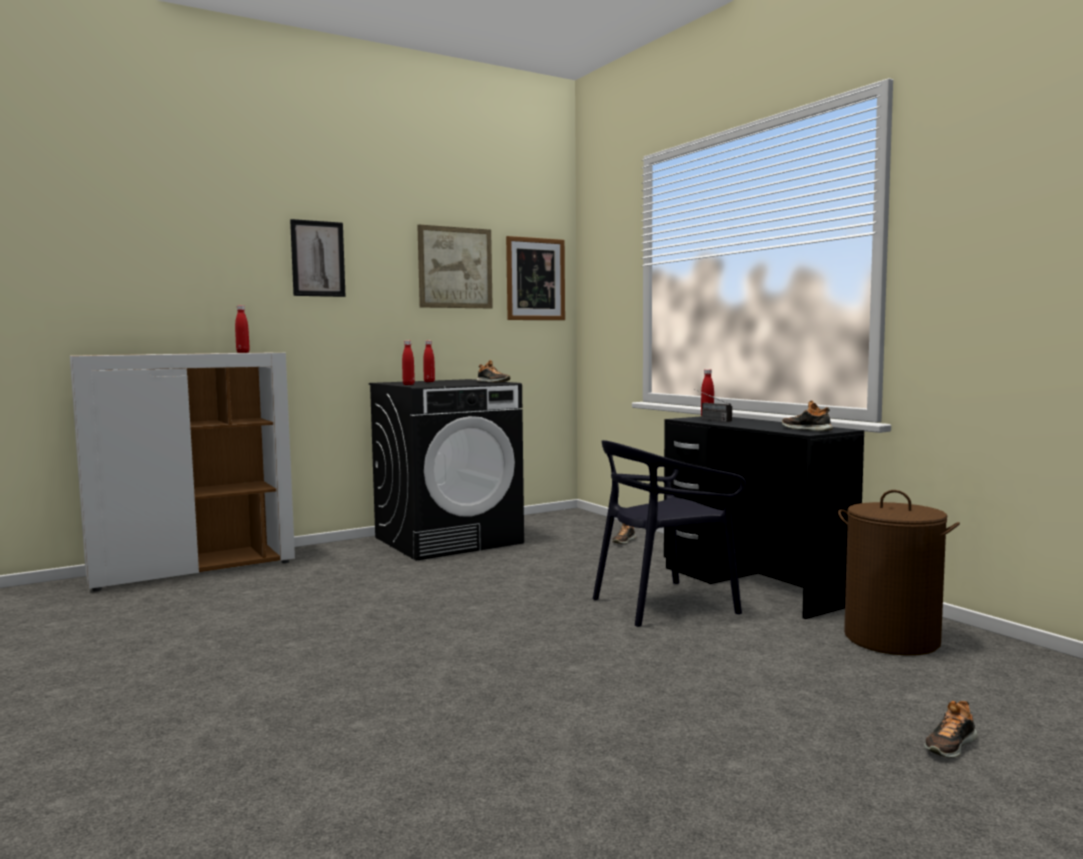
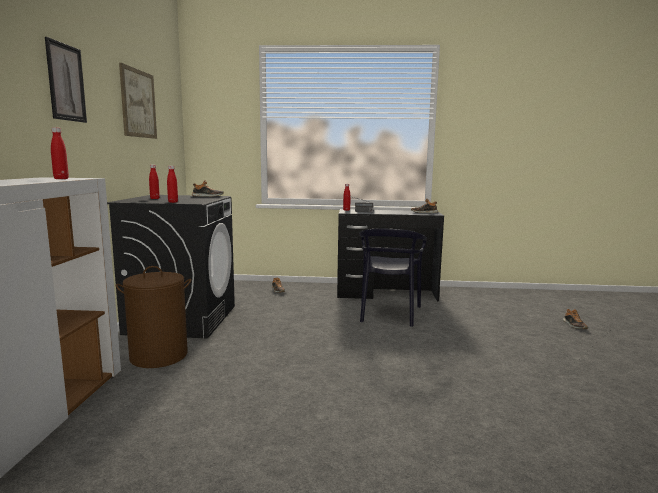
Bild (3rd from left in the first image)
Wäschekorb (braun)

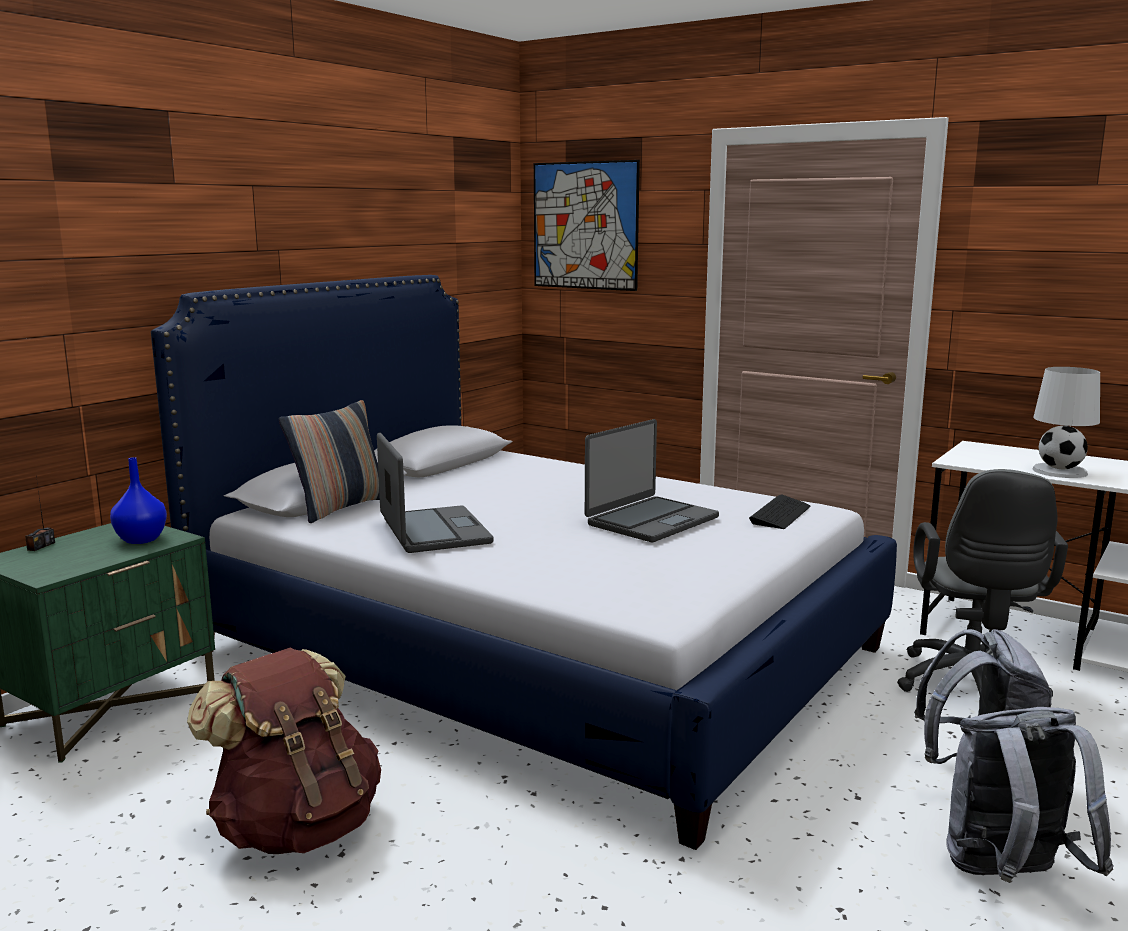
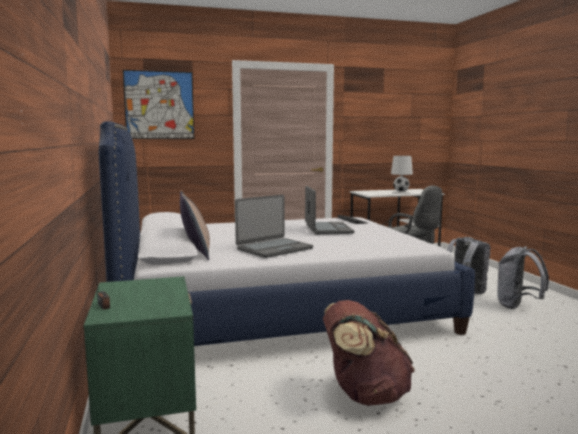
Laptop (1st from left)
Vase (blau)

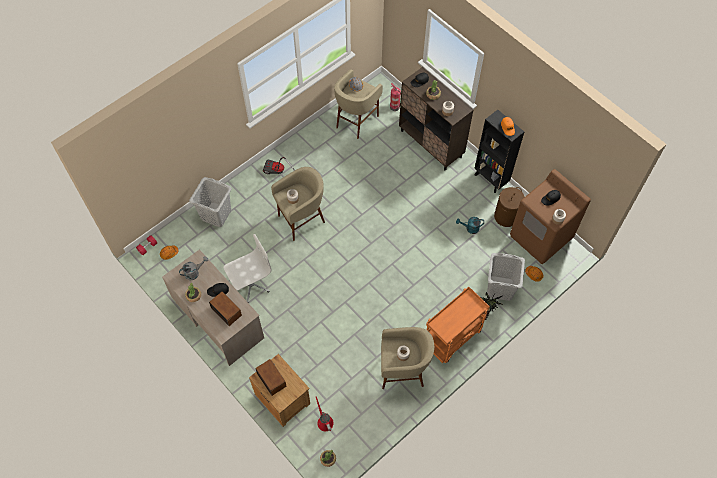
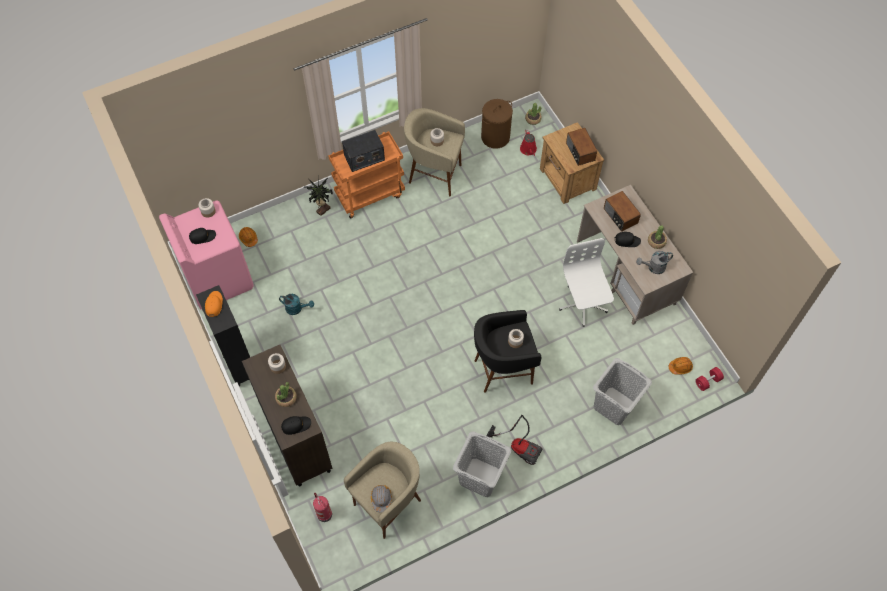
Hocker (schwarz)
Waschmaschine (rosa)
Wäschekorb (braun)
Bürostuhl (weiß)
Wäschekorb (grau) (1st from left)
Radio (1st from left)

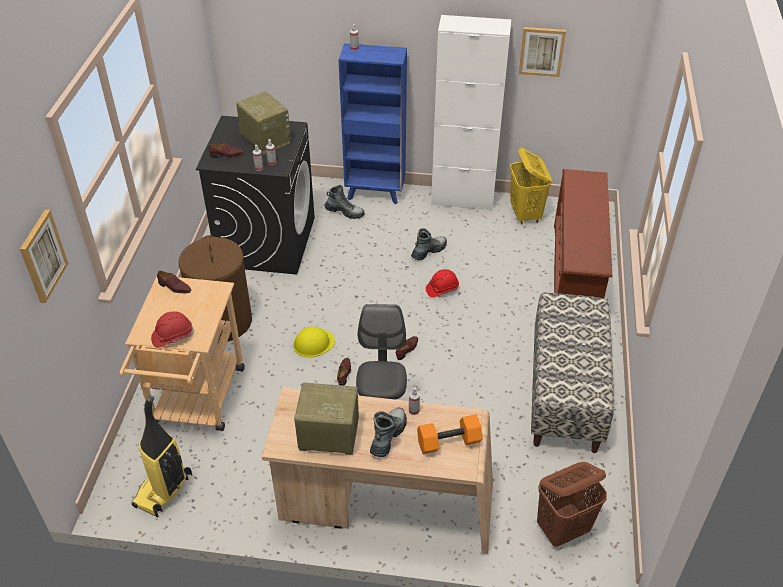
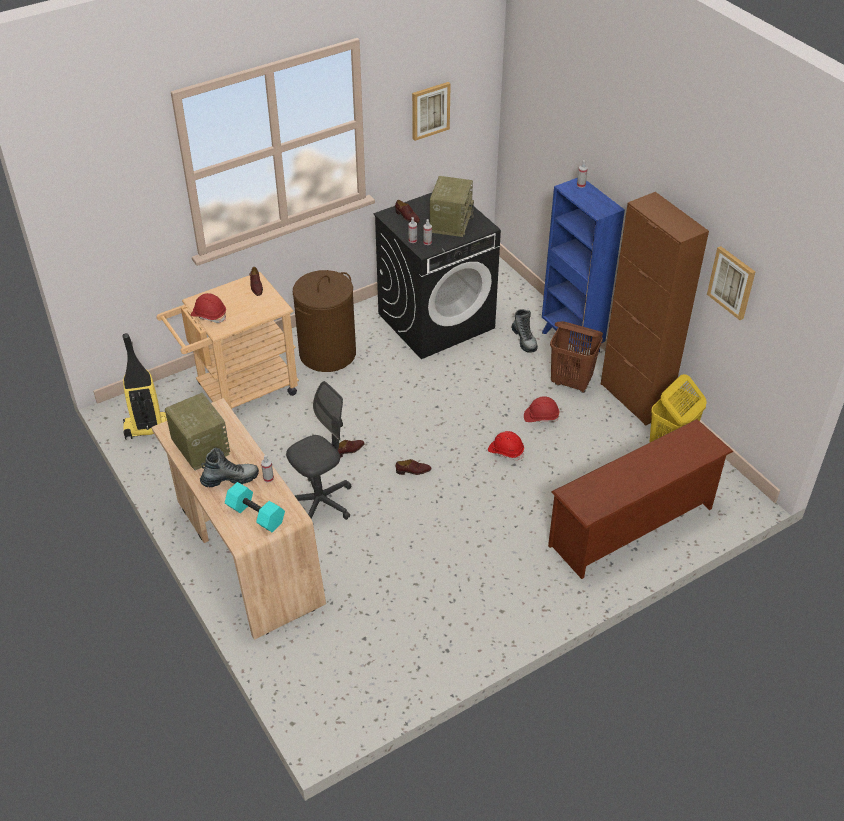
Schrank (braun)
Bild (1st from left)
Schutzhelm (rot) (3rd from left)
Bank
Schutzhelm (gelb)
Hantel (türkis)
Wäschekorb (braun) (2nd from left)

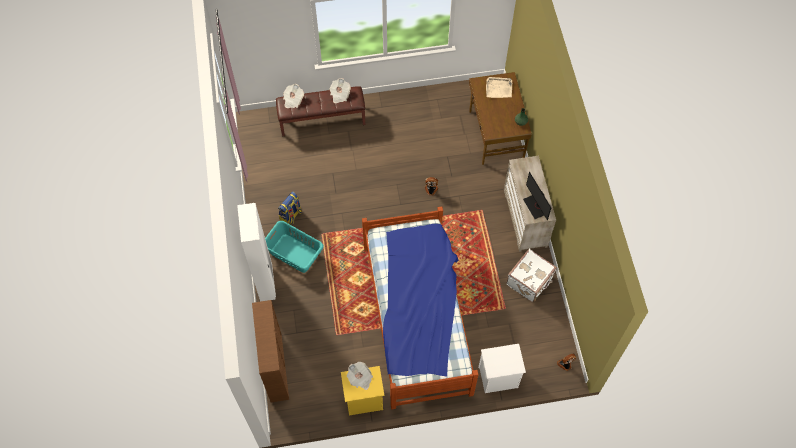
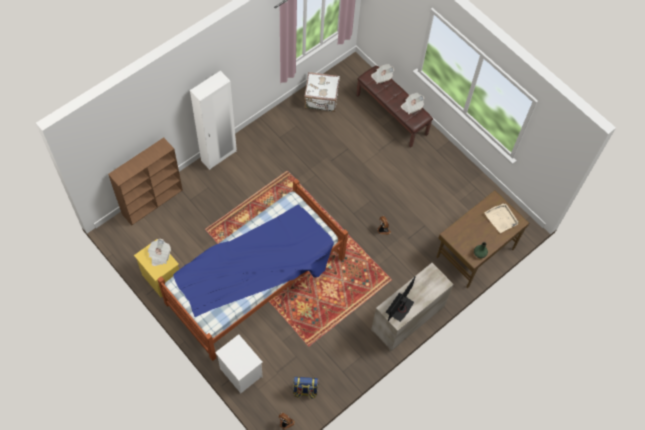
Rucksack
Wäschekorb (türkis)
Koffer (weiß)

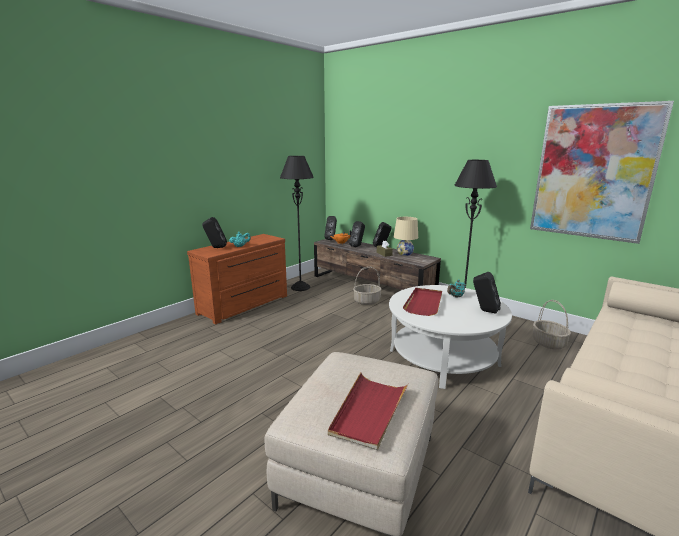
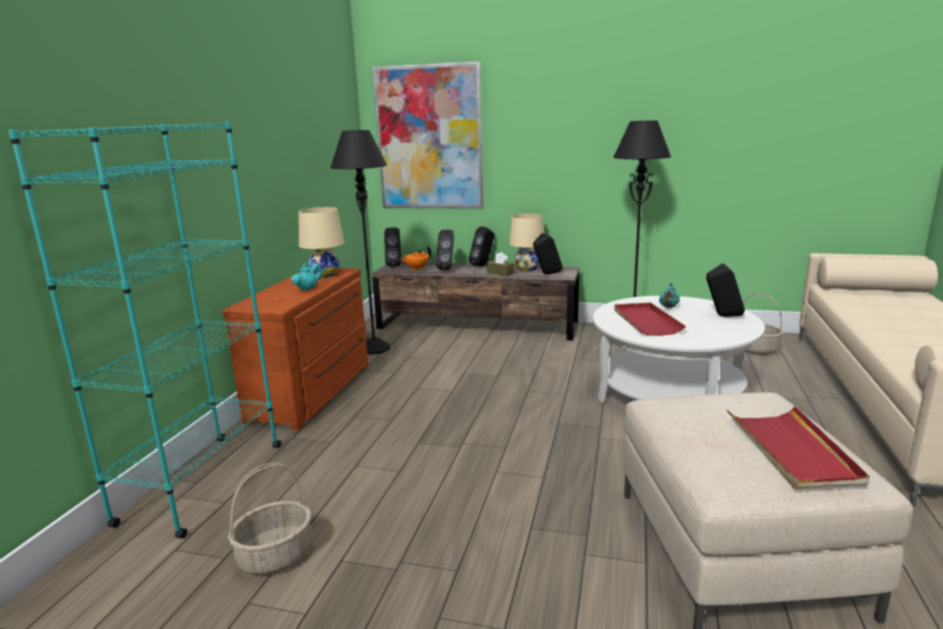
Bild
Lautsprecher (schwarz) (4th from left)
Korb (1st from left)
Bücherregal (türkis)
Tischlampe (beige) (1st from left)

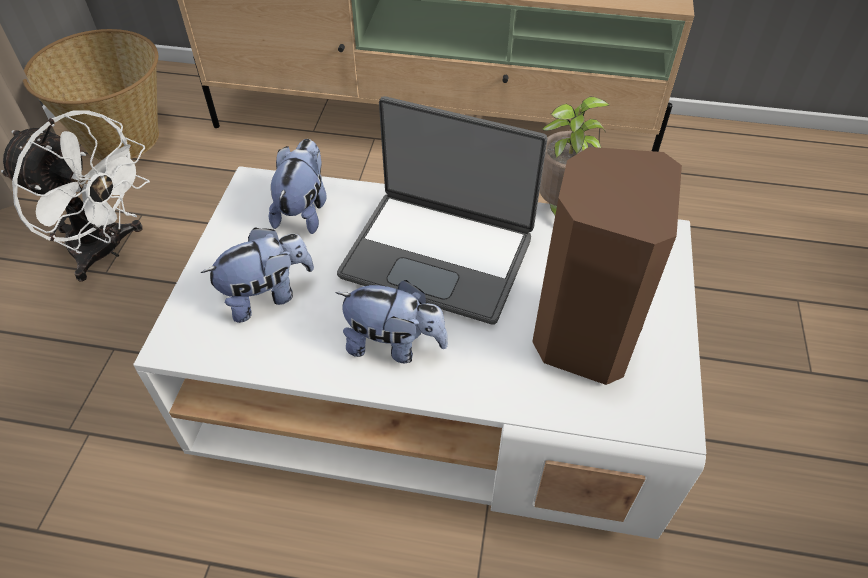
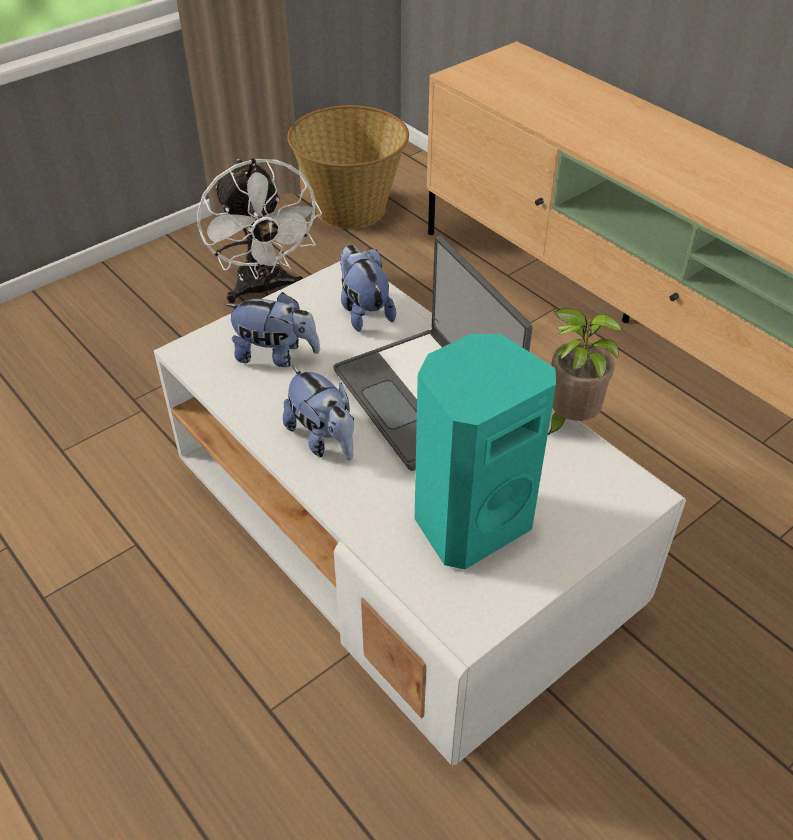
Plüschtier (3rd from left)
Lautsprecher (türkis)

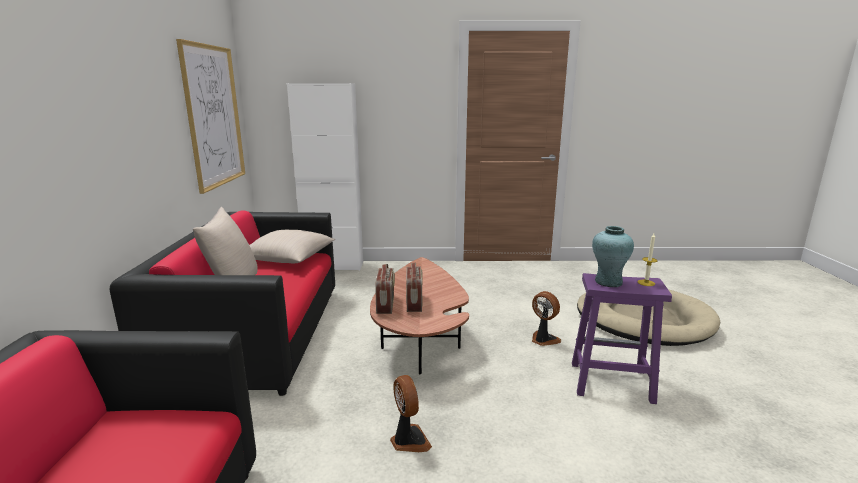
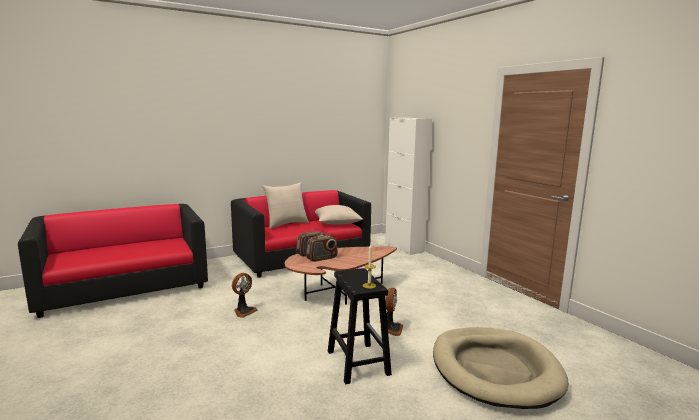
Bild
Vase (türkis)
Hocker (schwarz)

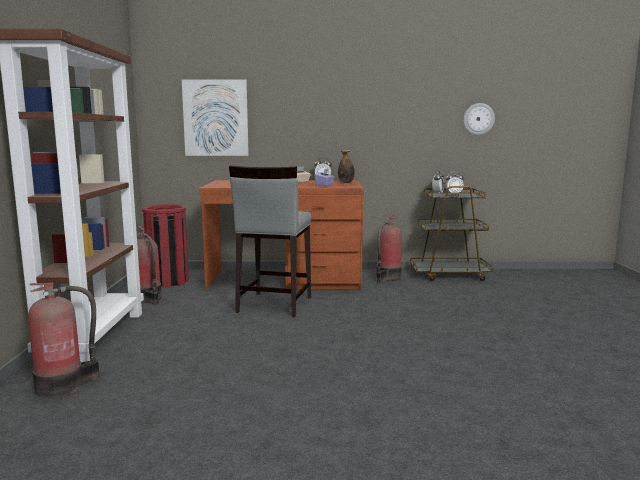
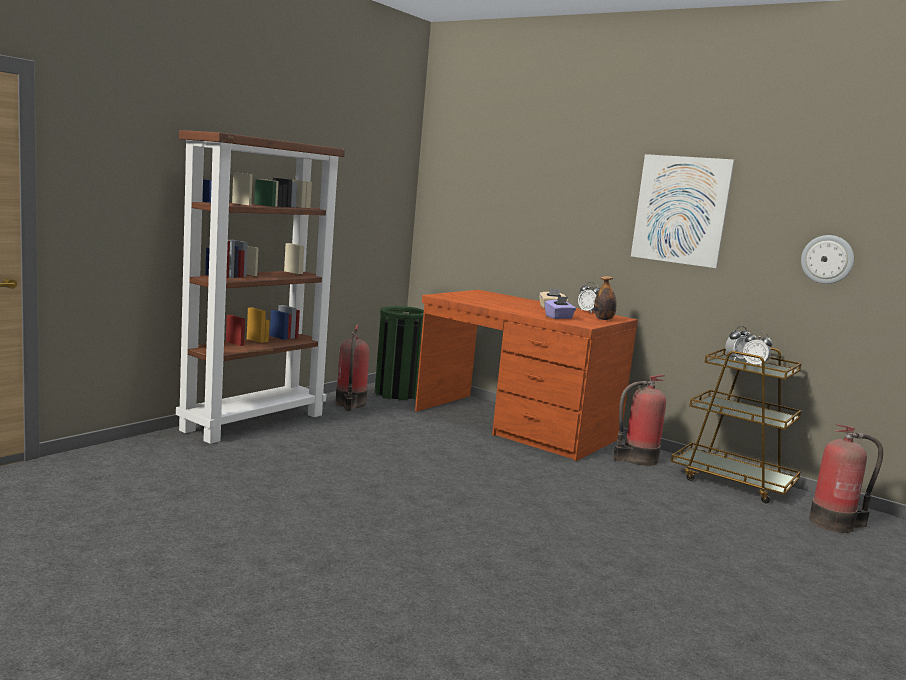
Bild
Hocker (grau)
Mülleimer (grün)
Feuerlöscher (3rd from left)

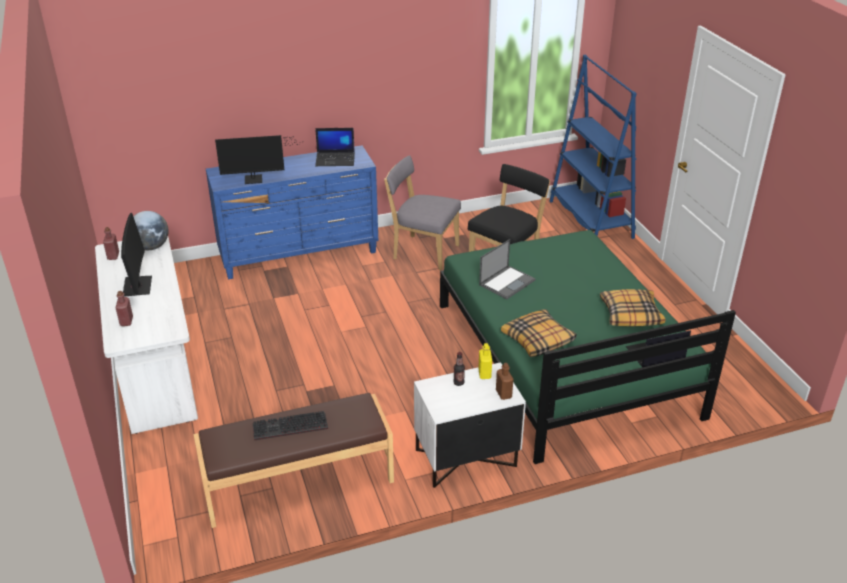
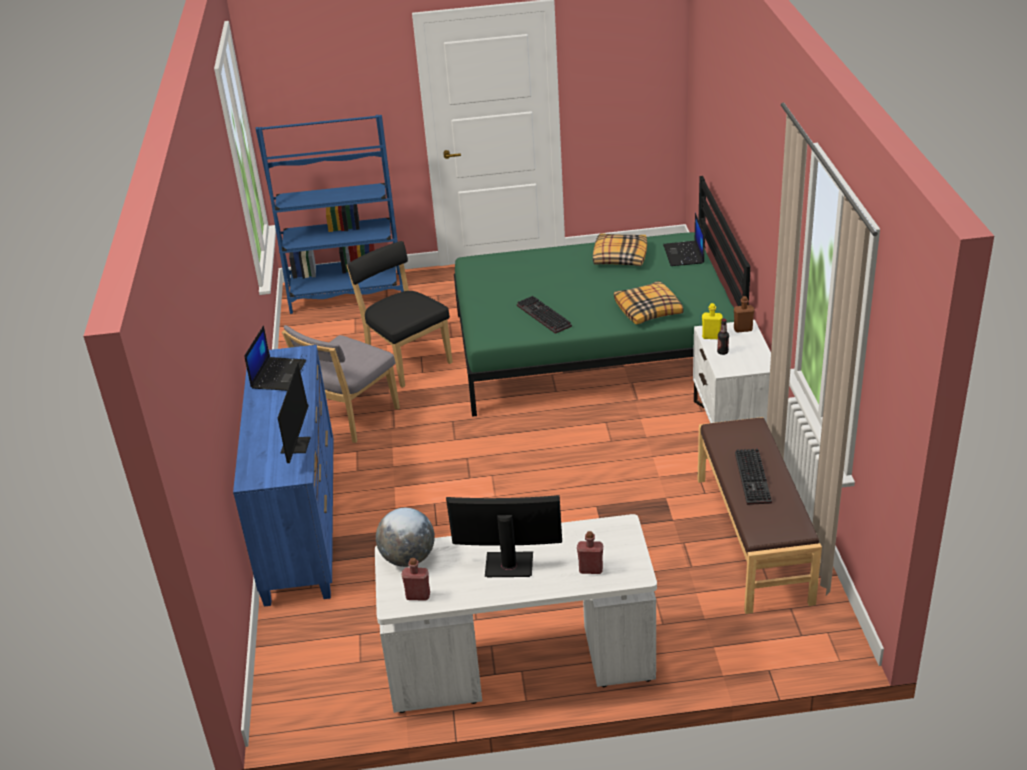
Tastatur (1st from left)

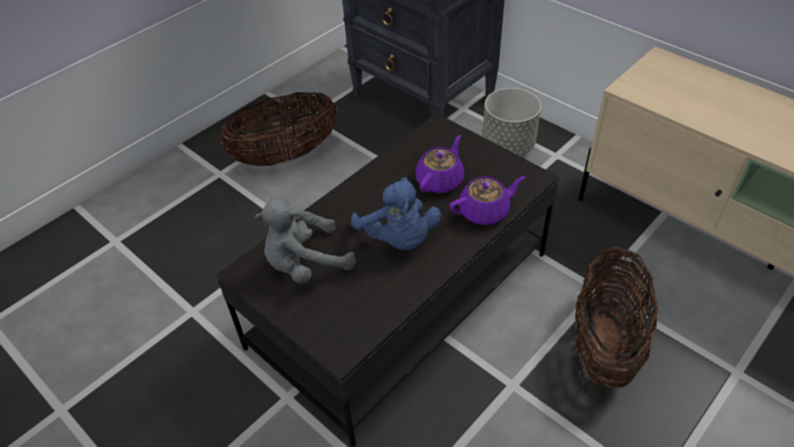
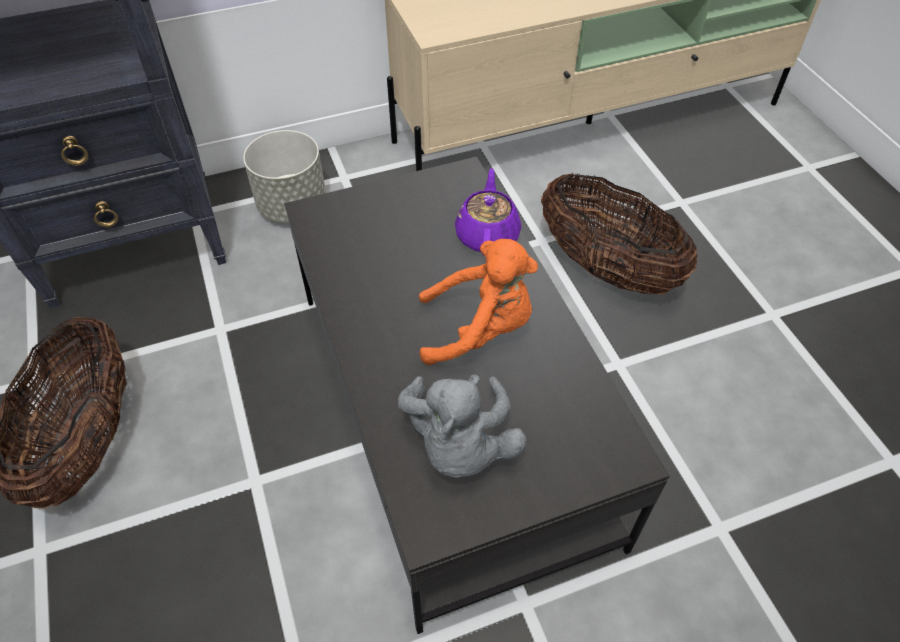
Teekanne (lila) (1st from left in the first image)
Plüschtier (orange)

